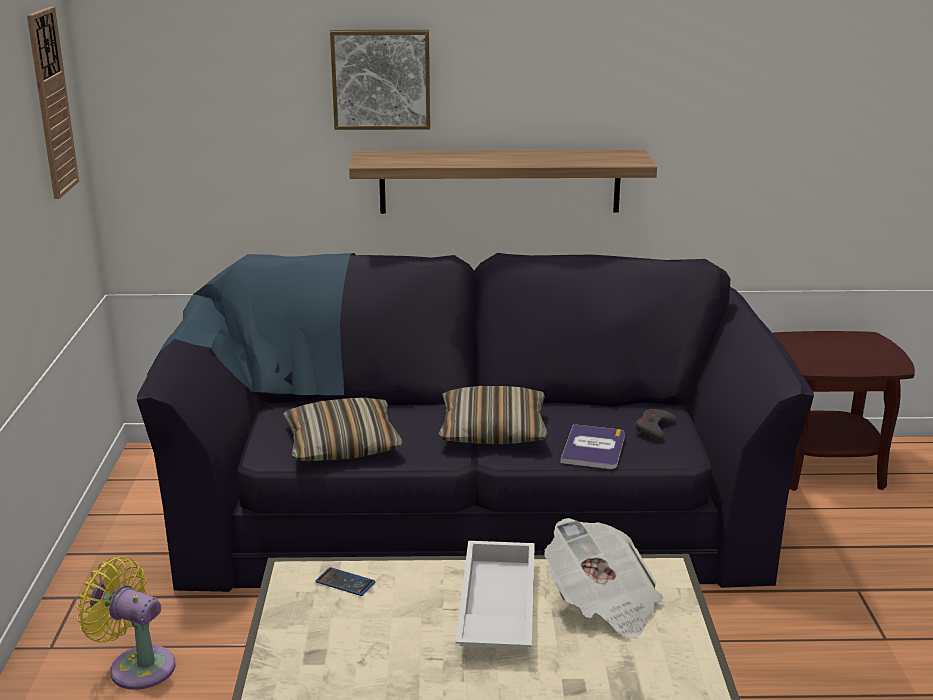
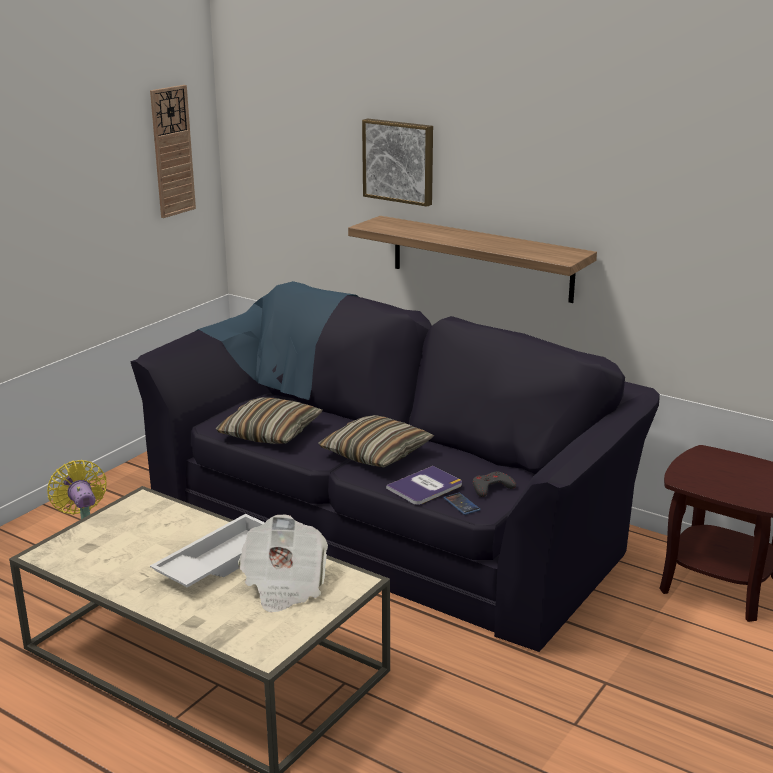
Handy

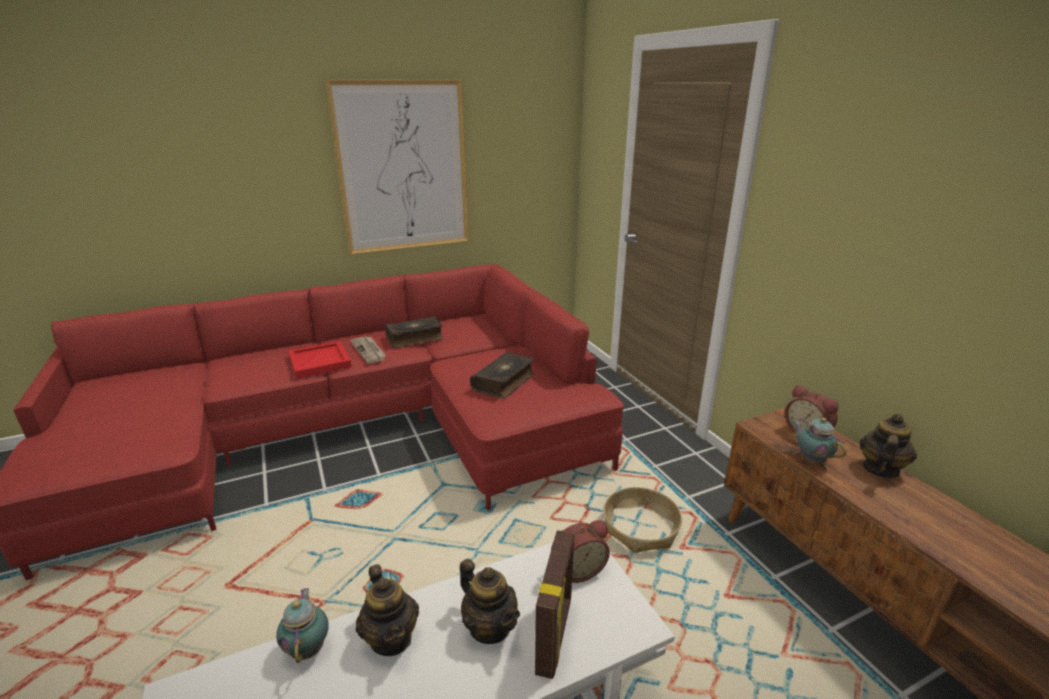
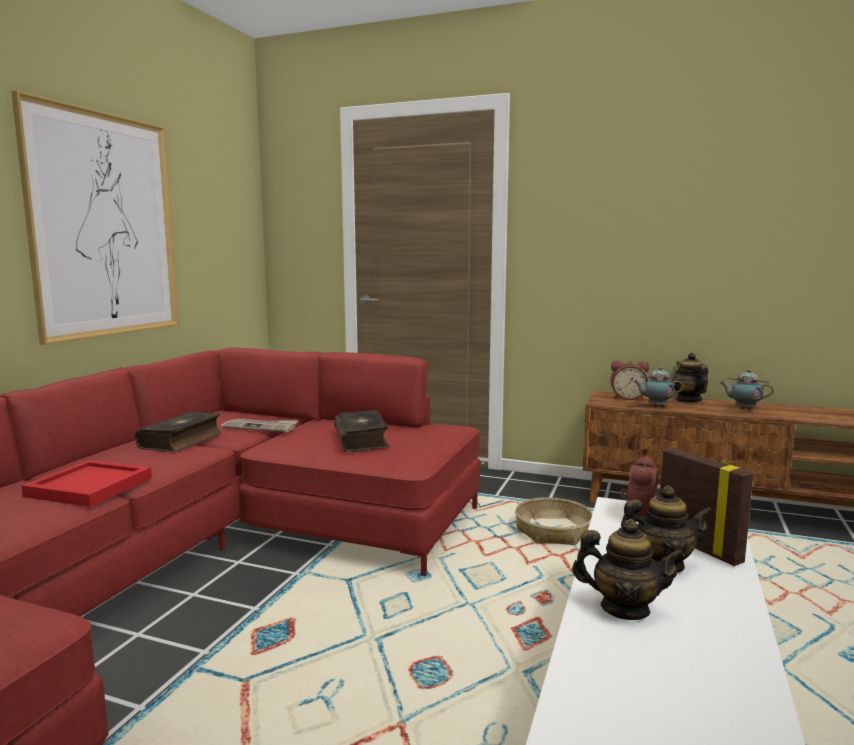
Zeitung
Teekanne (5th from left)

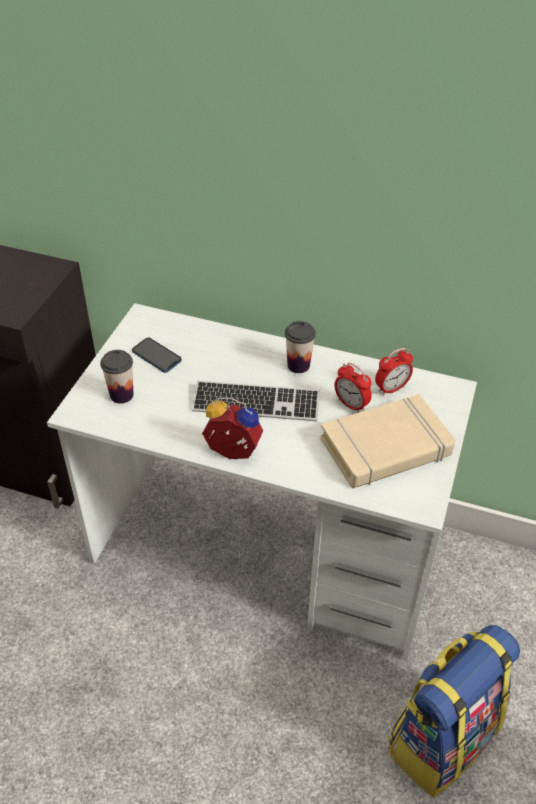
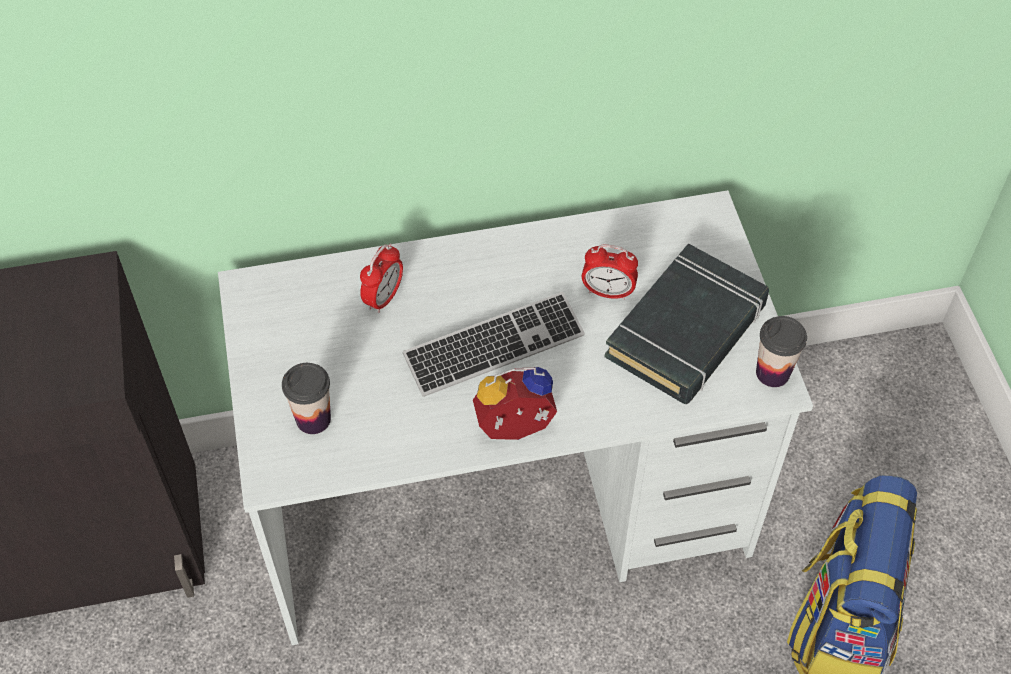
Tasse (2nd from left)
Handy
Wecker (1st from left)
Buch (schwarz)

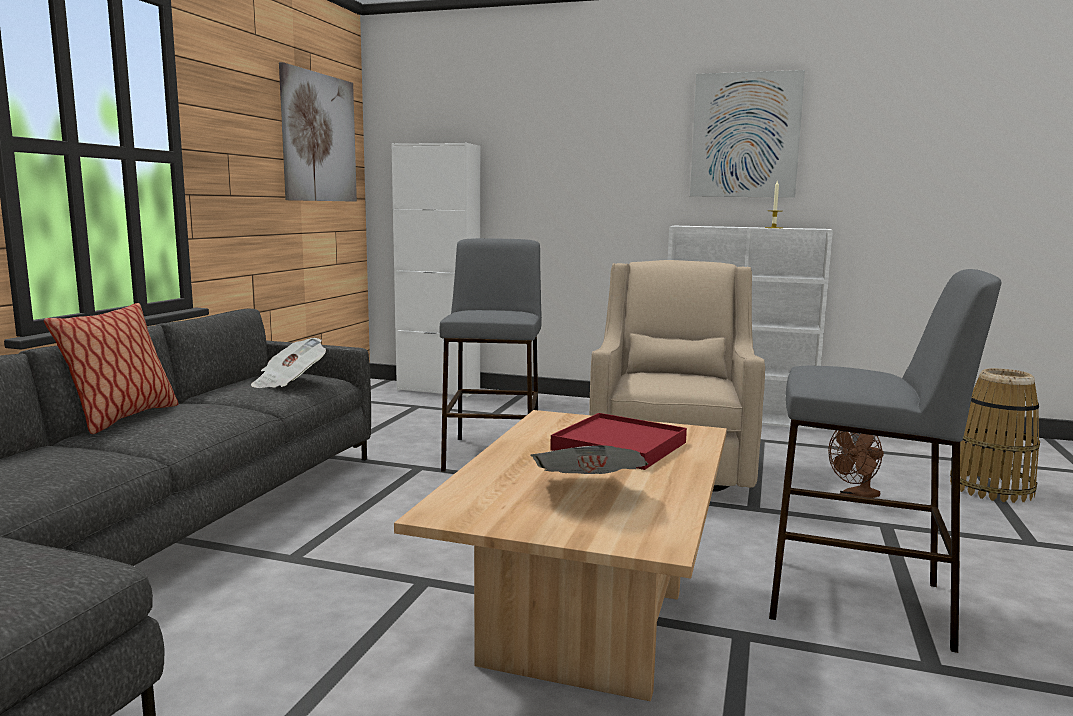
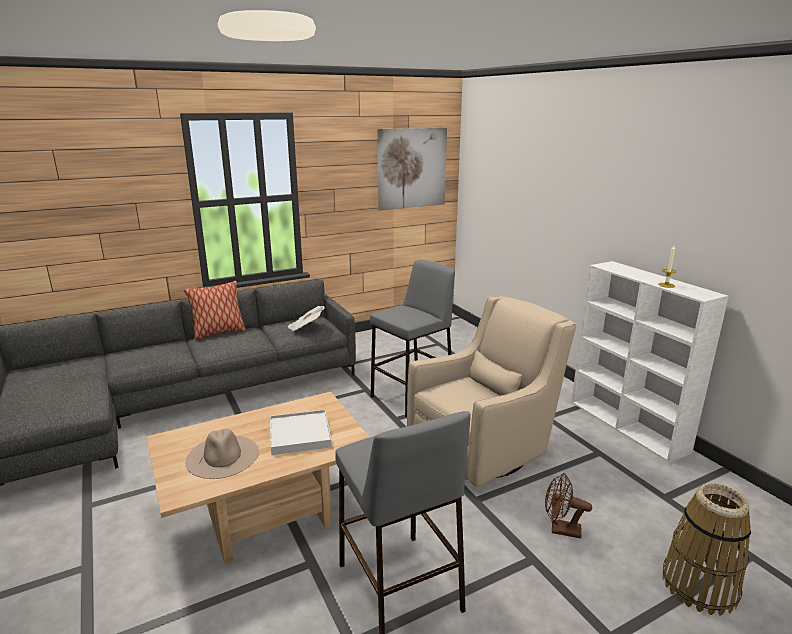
Bild (2nd from left in the first image)
Schrank (weiß)
Tablett (weiß)
Hut (beige)

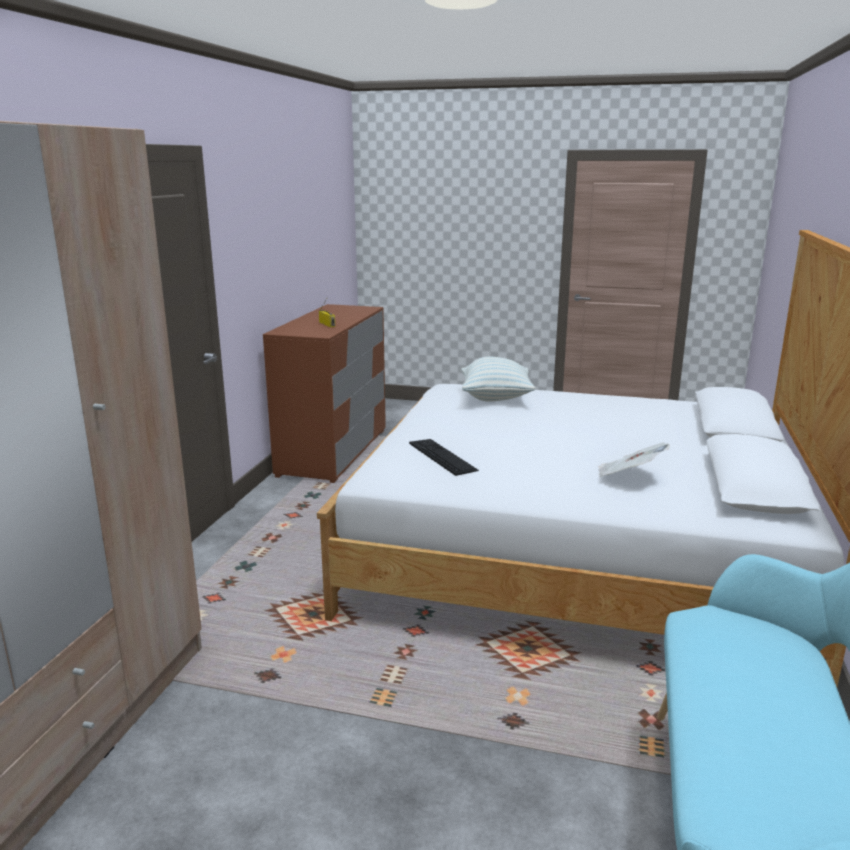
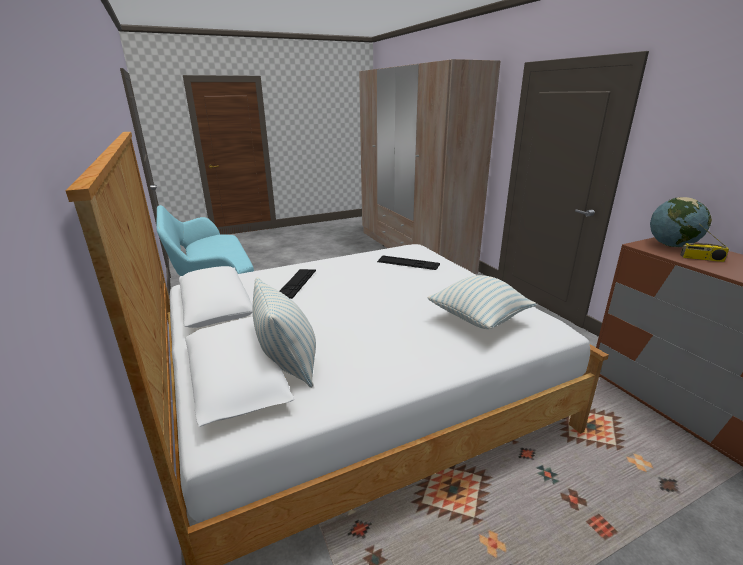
Tastatur (1st from left)
Globus
Kissen (1st from left)

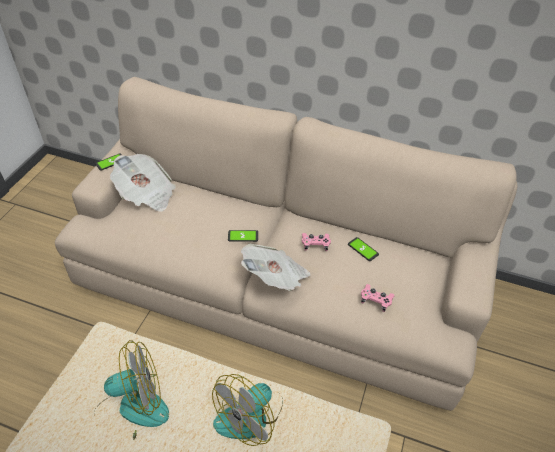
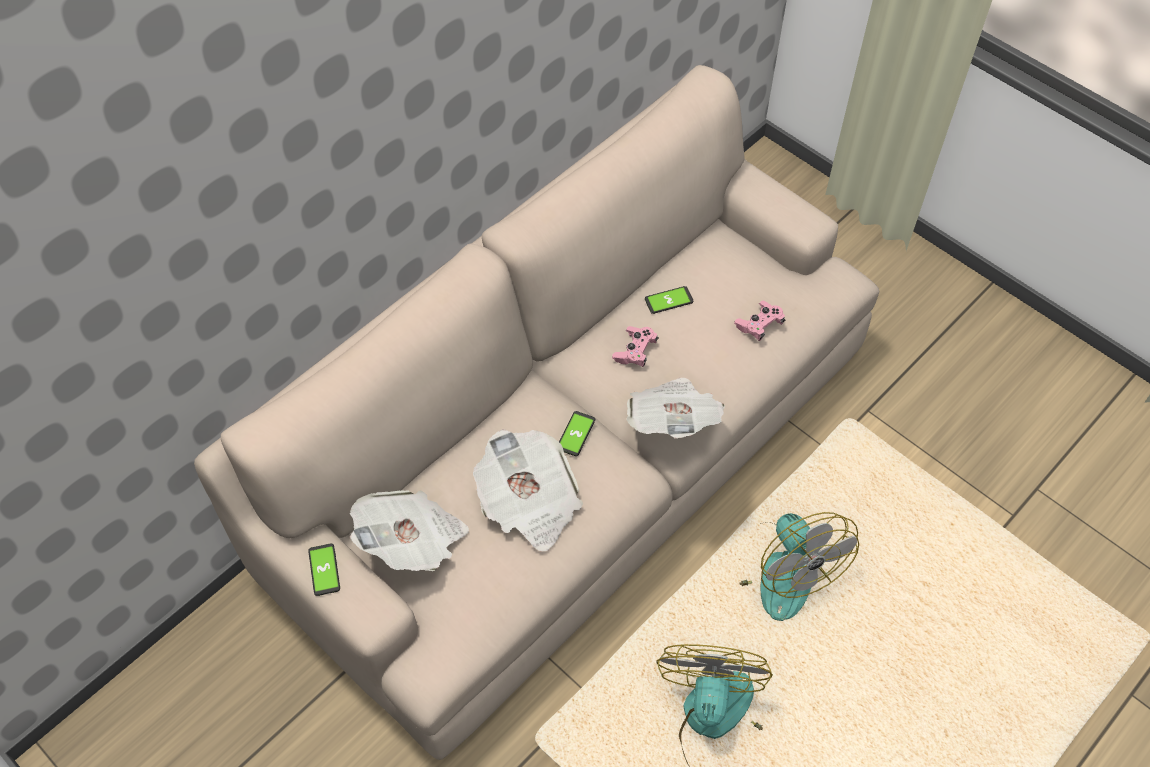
Zeitung (2nd from left)

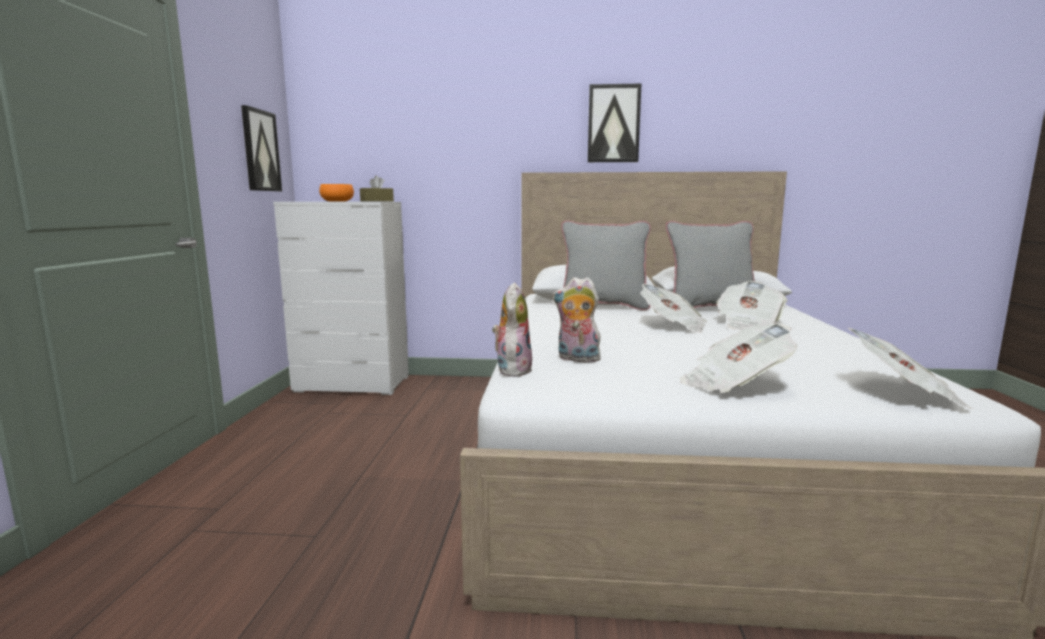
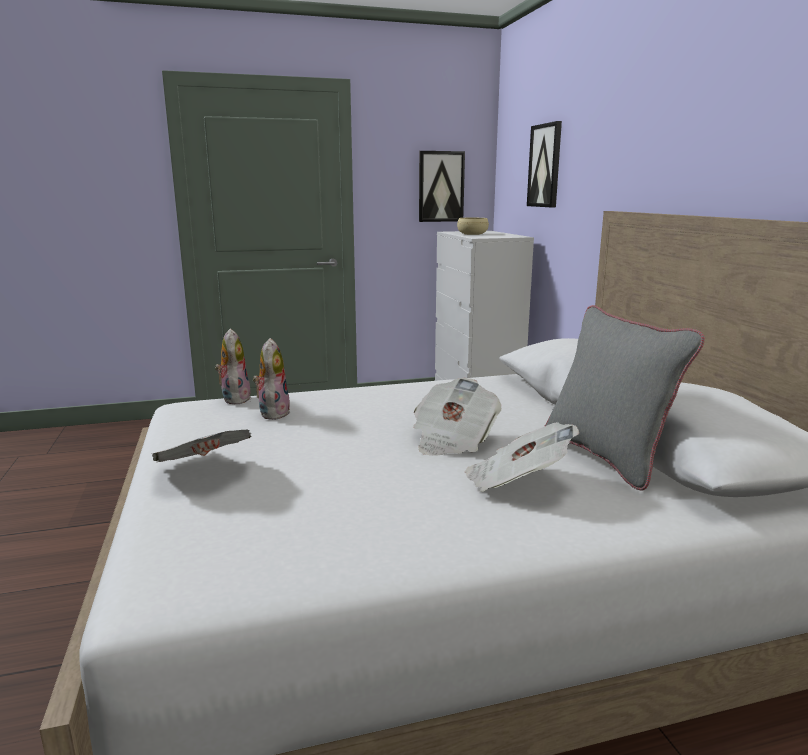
Bild (2nd from left)
Taschentuchbox (braun)
Schüssel (beige)
Kissen (grau) (1st from left in the first image)
Plüschtier (1st from left)
Zeitung (4th from left in the first image)

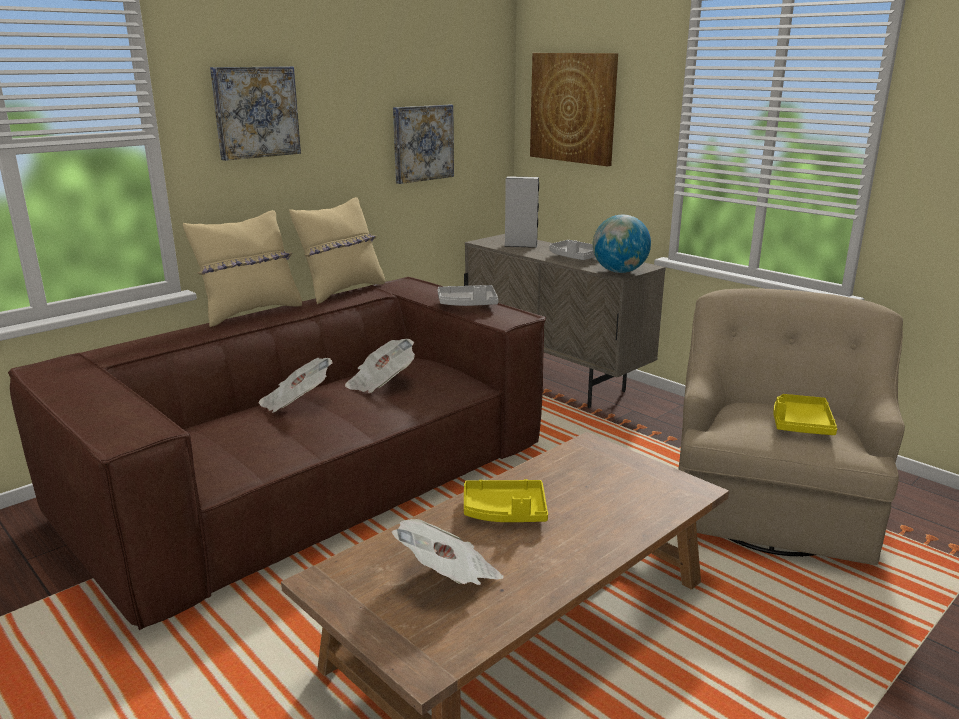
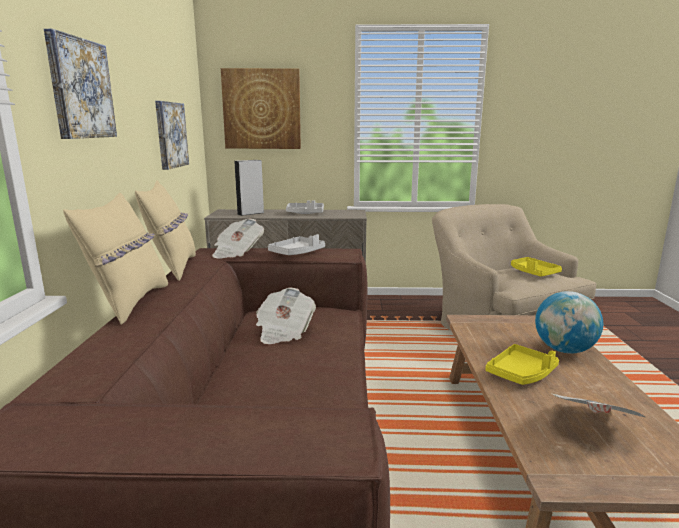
Globus
Zeitung (1st from left)

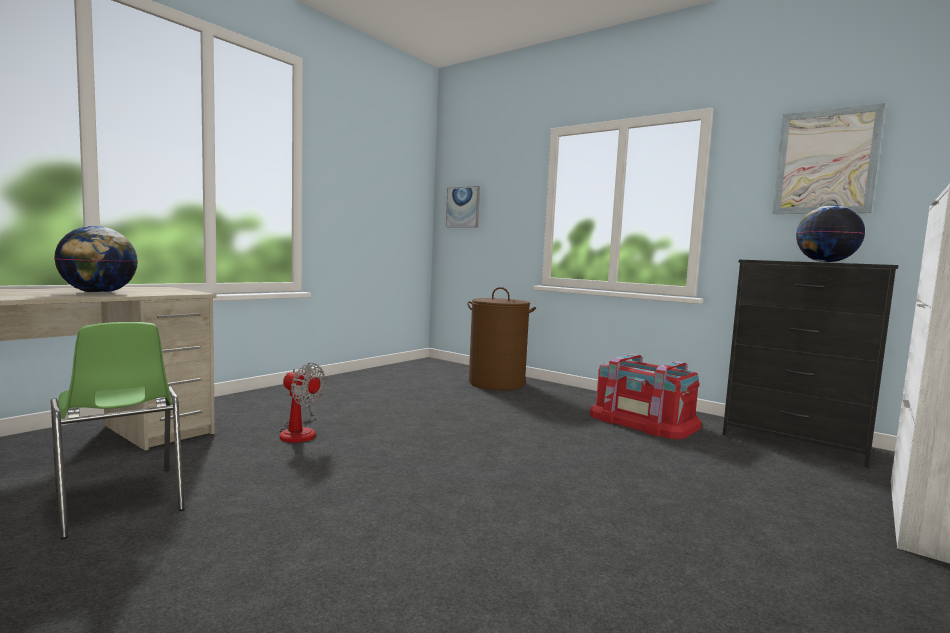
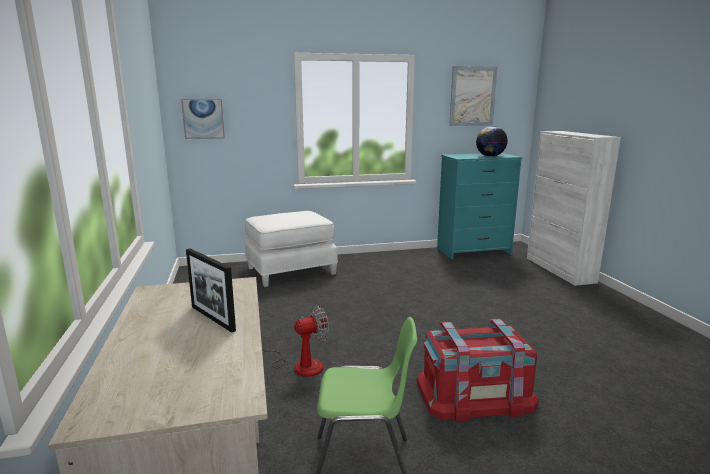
Bilderrahmen
Kommode (türkis)
Polsterhocker (weiß)
Aufbewahrungsbox (rot)

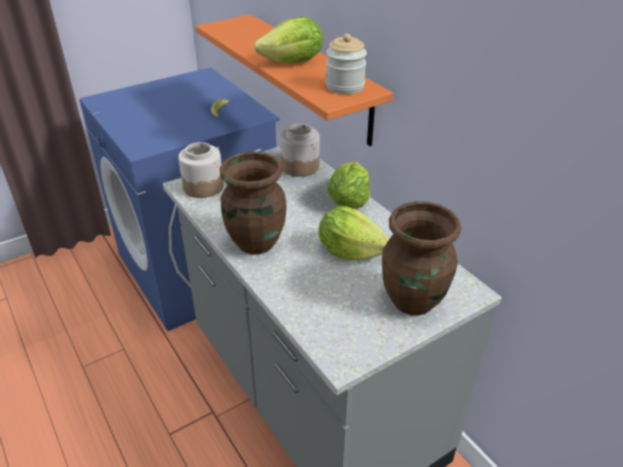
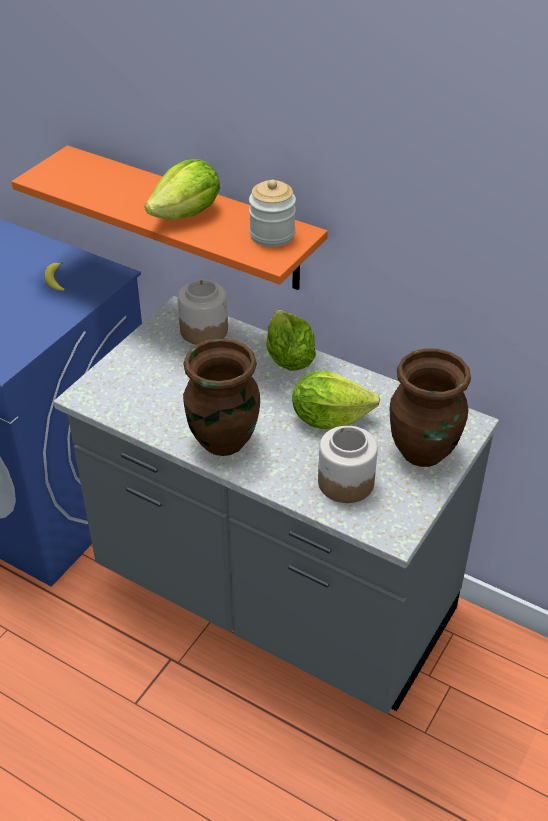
Vorratsglas (3rd from left)

